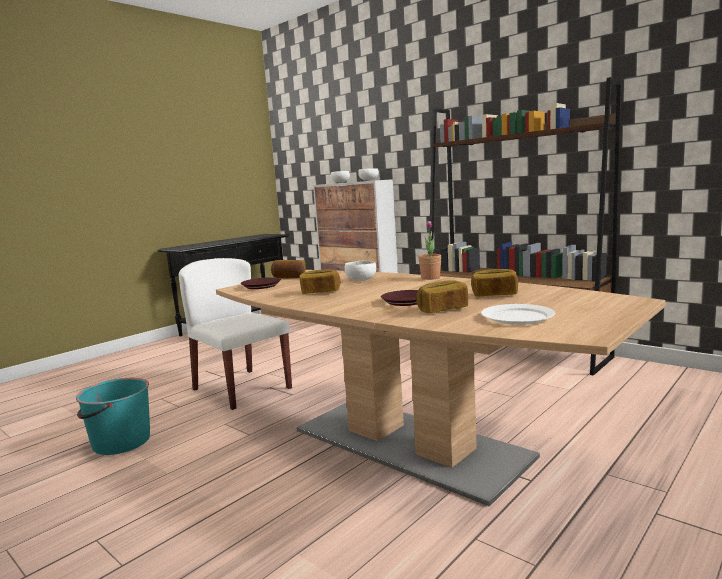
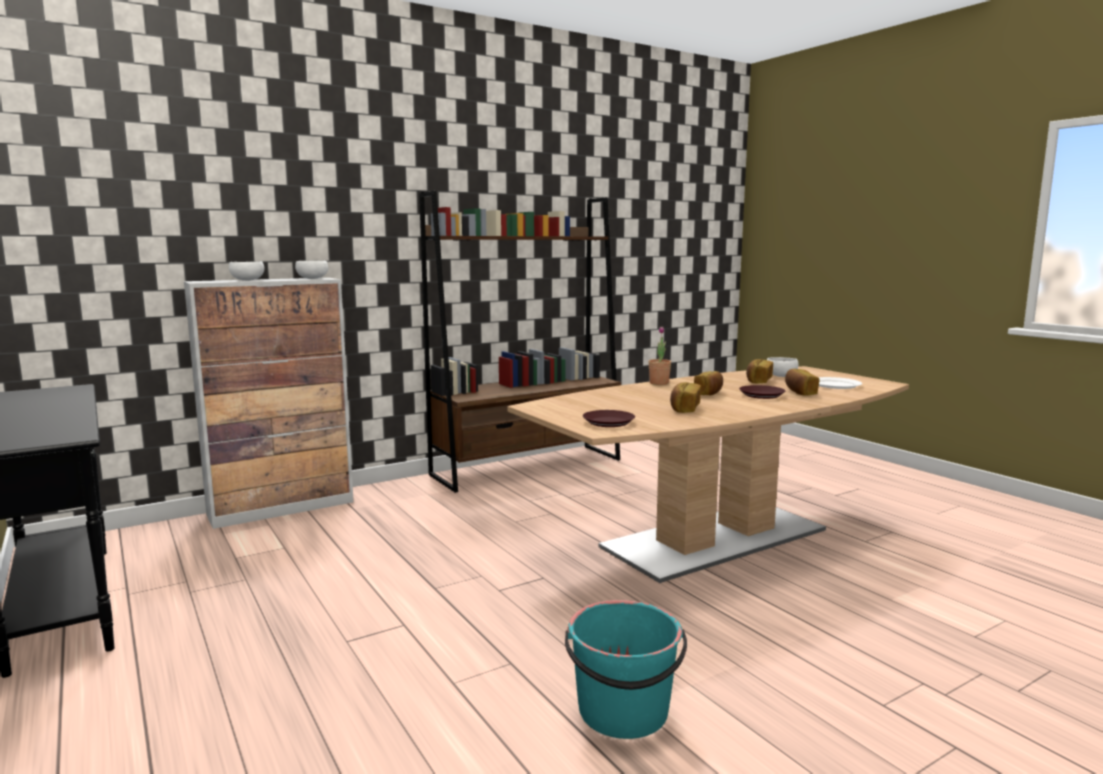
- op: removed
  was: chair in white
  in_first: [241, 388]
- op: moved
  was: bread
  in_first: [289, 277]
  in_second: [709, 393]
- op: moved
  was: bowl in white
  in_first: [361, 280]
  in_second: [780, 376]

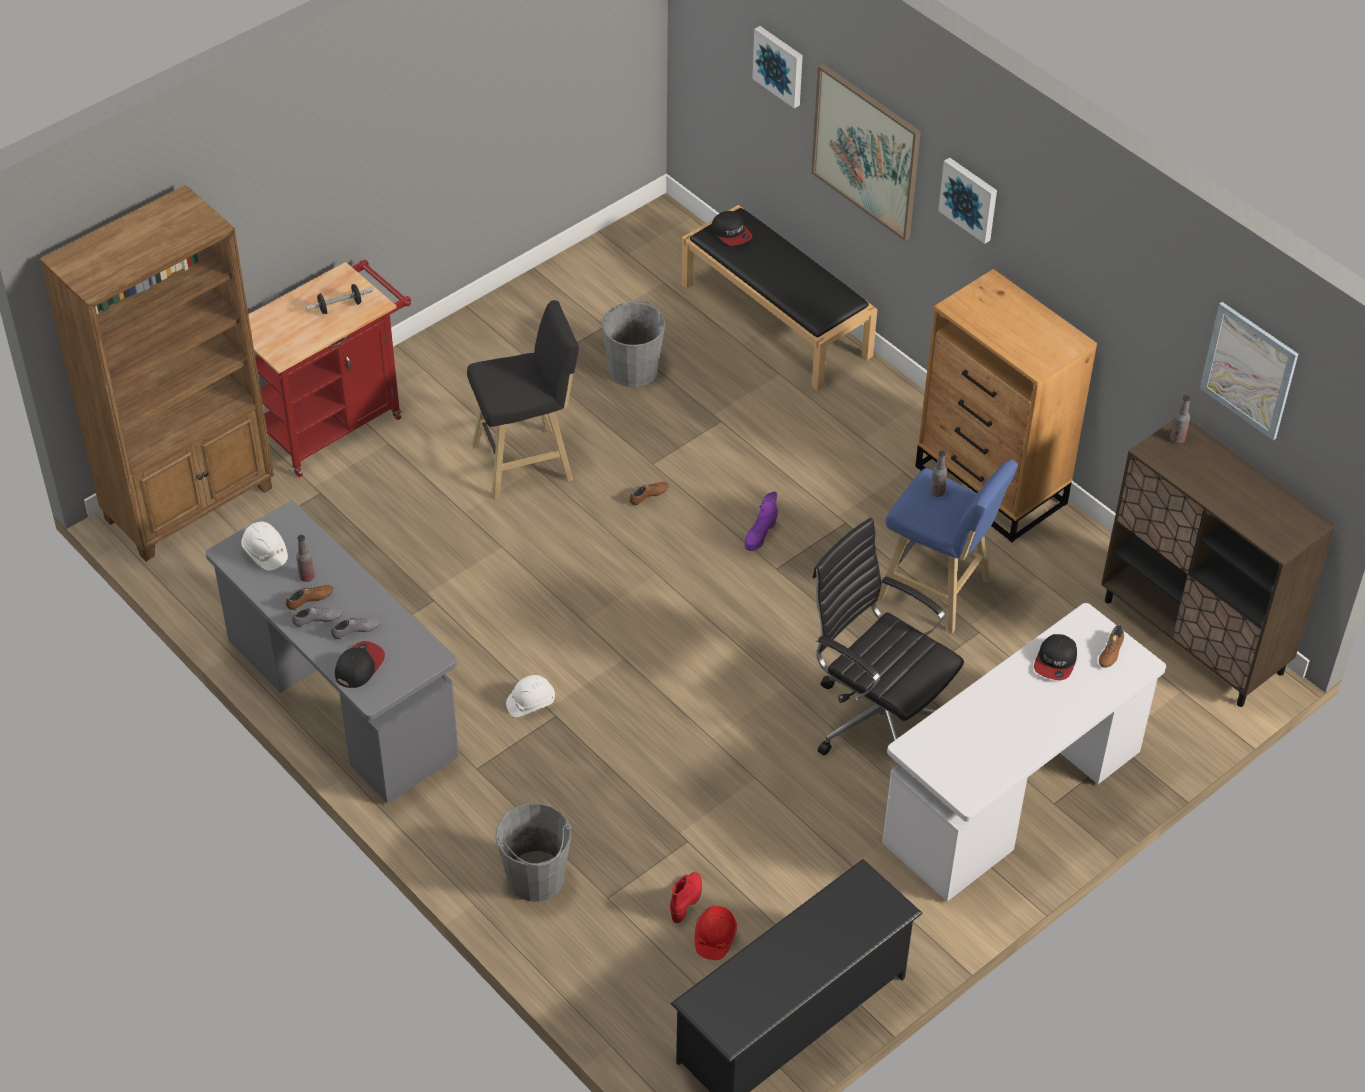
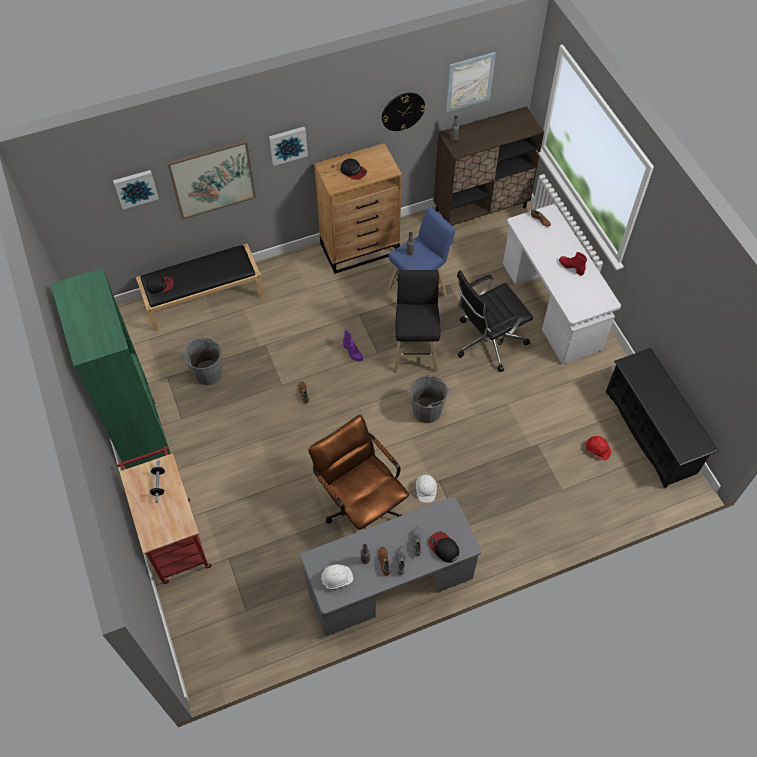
- op: removed
  was: bookcase in brown
  in_first: [191, 504]
- op: moved
  was: stool in black
  in_first: [527, 462]
  in_second: [415, 350]
- op: moved
  was: bucket in grey
  in_first: [535, 878]
  in_second: [427, 410]
- op: moved
  was: boot in red
  in_first: [686, 900]
  in_second: [571, 267]
- op: moved
  was: cap
  in_first: [1055, 661]
  in_second: [353, 171]
- op: added
  now: bookcase in green
  in_second: [139, 429]
- op: added
  now: office chair in brown
  in_second: [360, 504]
- op: added
  now: wall clock
  in_second: [403, 111]

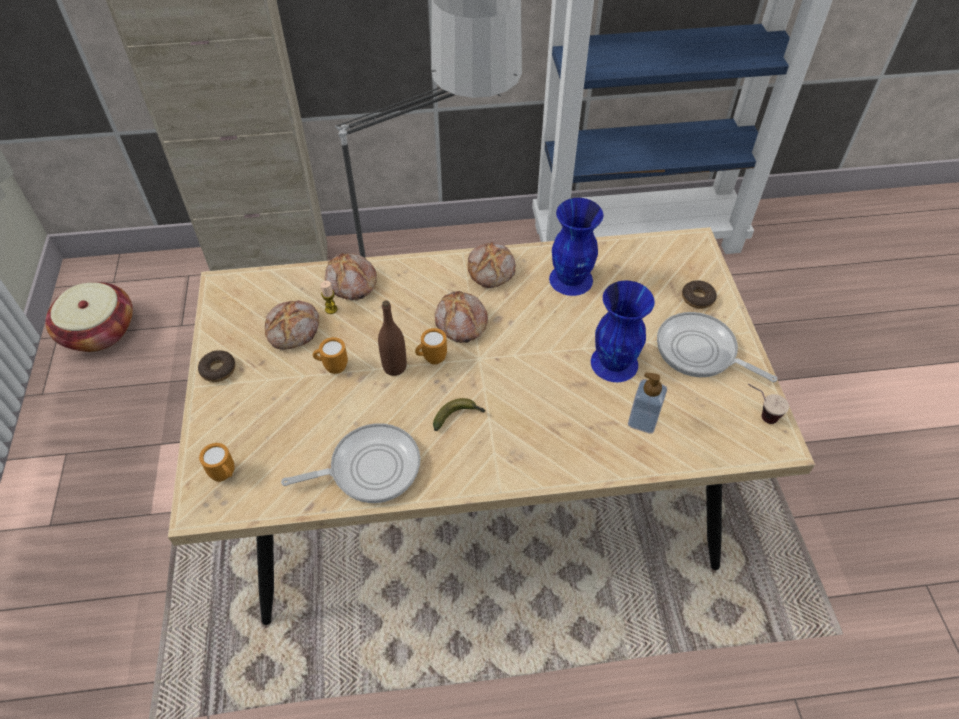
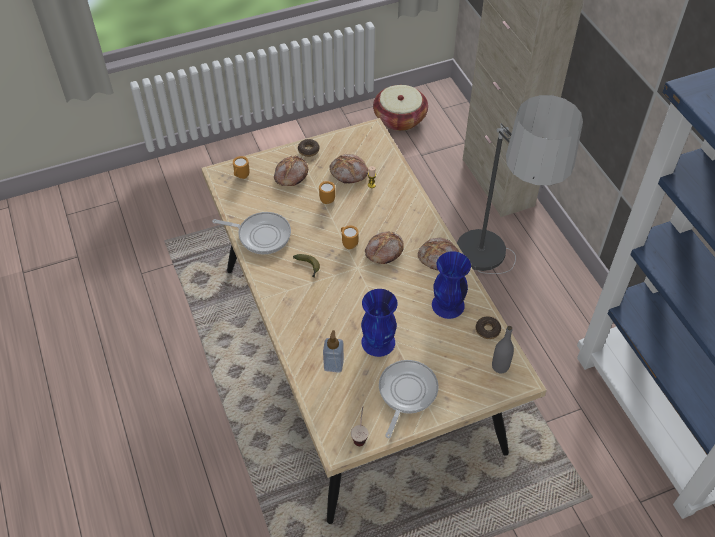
- op: turned
  was: frying pan
  in_first: [369, 468]
  in_second: [261, 235]
  clockwise: -45
- op: moved
  was: bread
  in_first: [350, 283]
  in_second: [290, 175]
- op: removed
  was: bottle in brown
  in_first: [394, 367]
- op: moved
  was: donut
  in_first: [697, 298]
  in_second: [487, 330]
- op: added
  now: bottle in grey
  in_second: [500, 366]

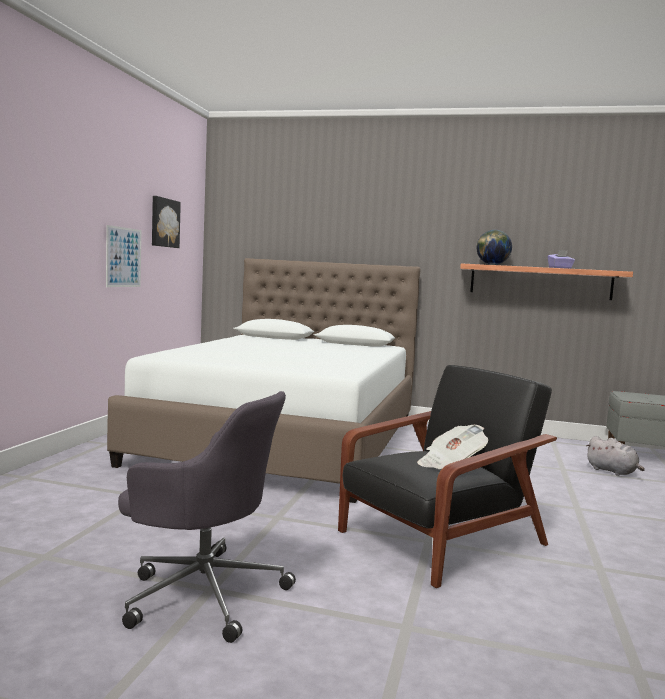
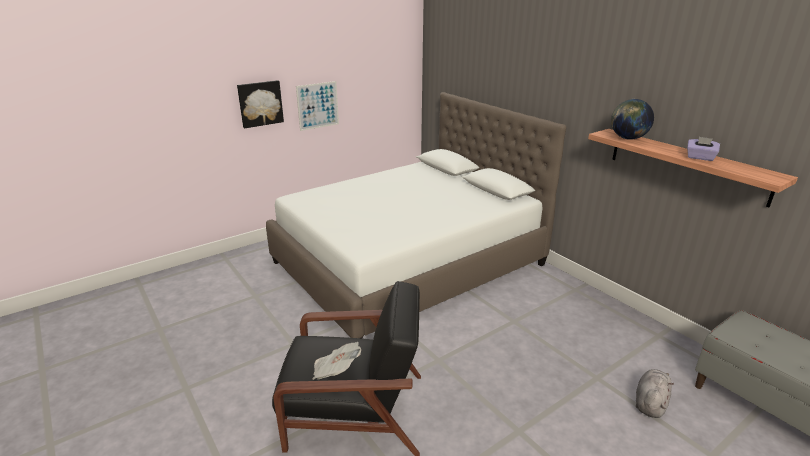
- op: removed
  was: office chair in grey
  in_first: [203, 592]
- op: moved
  was: picture
  in_first: [164, 222]
  in_second: [260, 103]
- op: turned
  was: plush toy in grey
  in_first: [613, 472]
  in_second: [650, 403]
  clockwise: -150

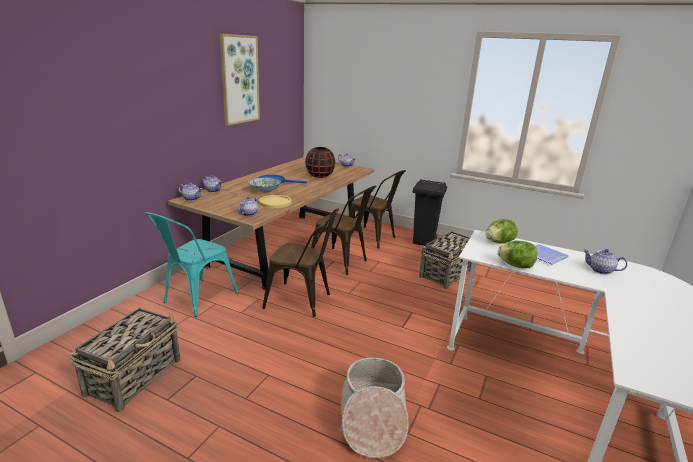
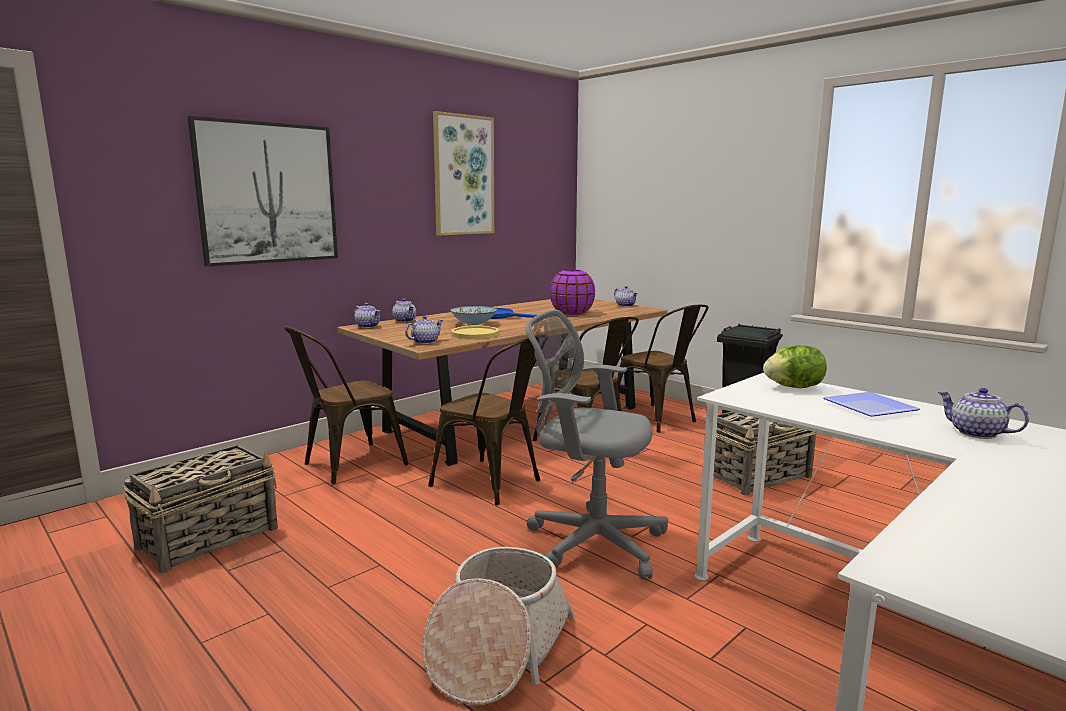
- op: recoloured
  was: chair in turquoise
  now: chair in brown
  in_first: [196, 299]
  in_second: [347, 465]
- op: recoloured
  was: vase in black
  now: vase in purple
  in_first: [320, 176]
  in_second: [572, 313]
- op: removed
  was: lettuce
  in_first: [516, 266]
- op: added
  now: picture
  in_second: [268, 193]
- op: added
  now: office chair in grey
  in_second: [590, 541]

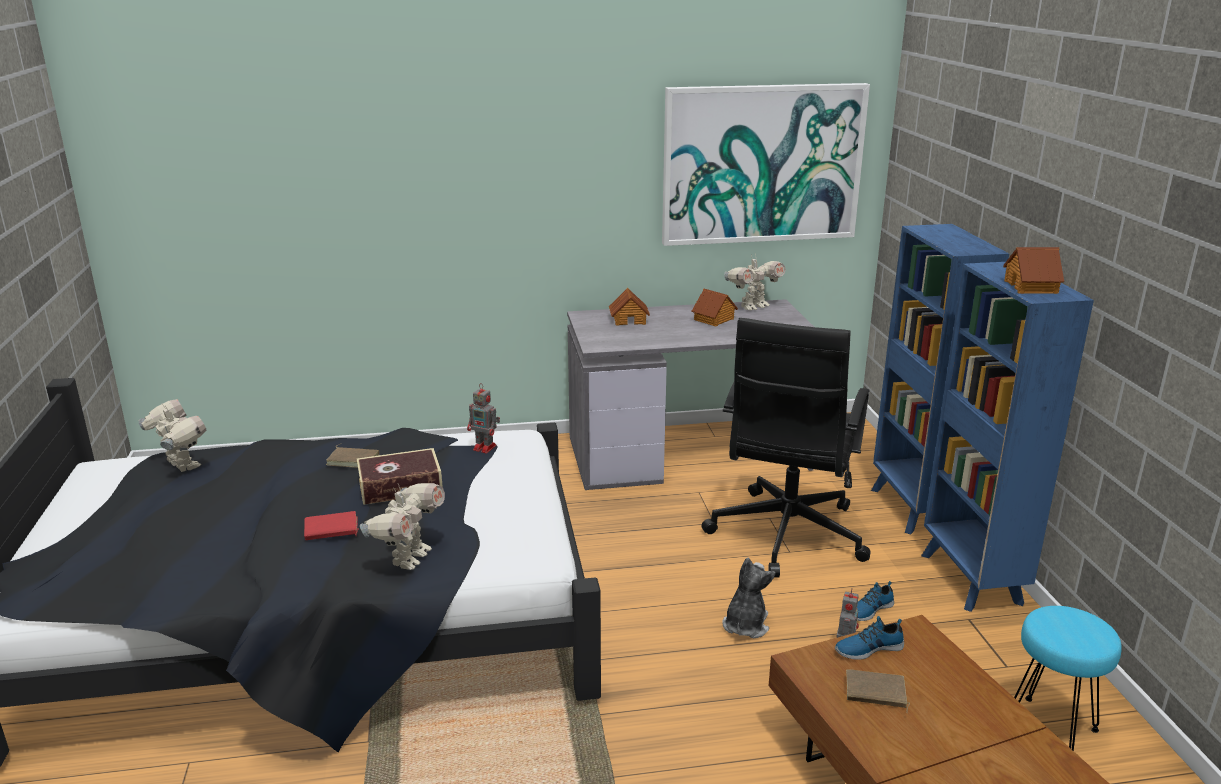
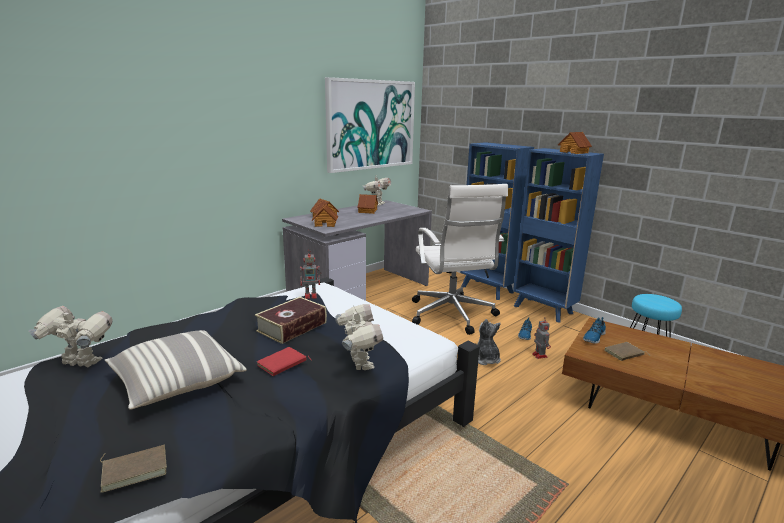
- op: moved
  was: book in brown
  in_first: [354, 459]
  in_second: [135, 469]
- op: recoloured
  was: office chair in black
  now: office chair in white
  in_first: [785, 536]
  in_second: [452, 315]
- op: added
  now: pillow
  in_second: [176, 382]
- op: added
  now: toy house
  in_second: [325, 224]

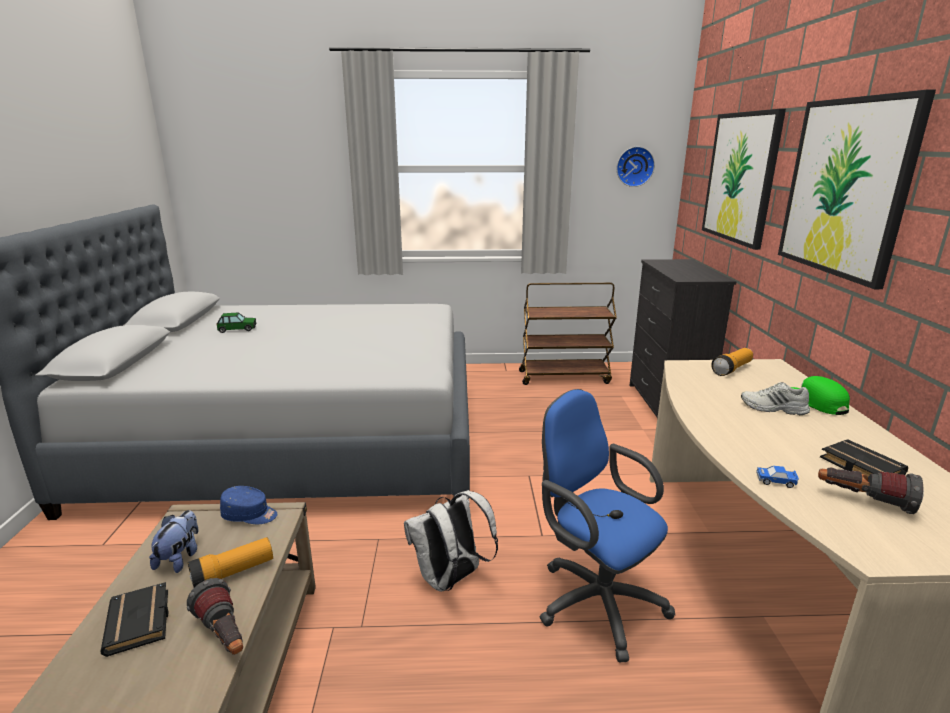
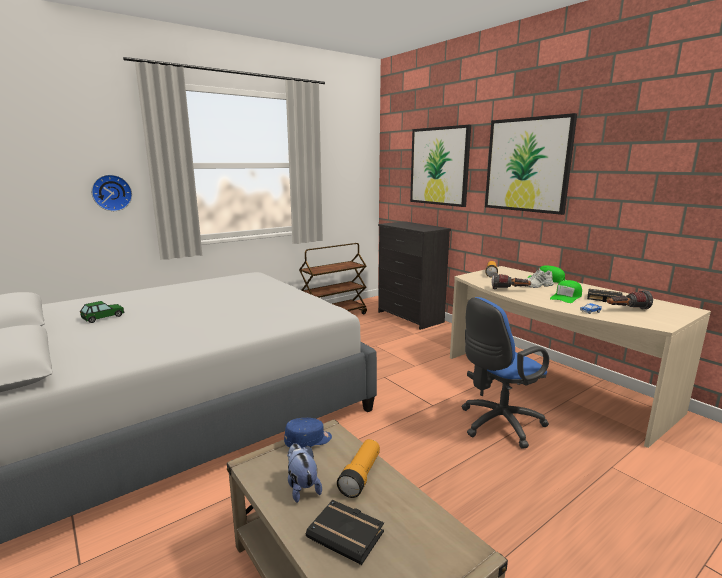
- op: moved
  was: flashlight
  in_first: [224, 636]
  in_second: [510, 290]
- op: removed
  was: backpack in white
  in_first: [450, 579]
- op: turned
  was: office chair in blue
  in_first: [594, 599]
  in_second: [497, 425]
  clockwise: -45
- op: moved
  was: wall clock
  in_first: [634, 166]
  in_second: [111, 192]
- op: added
  now: cap in green
  in_second: [566, 297]

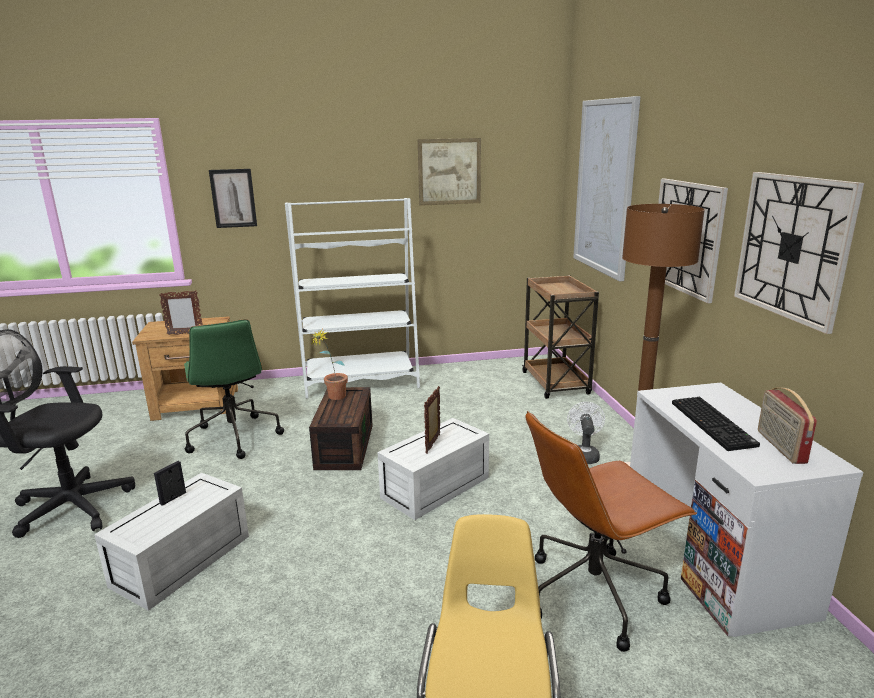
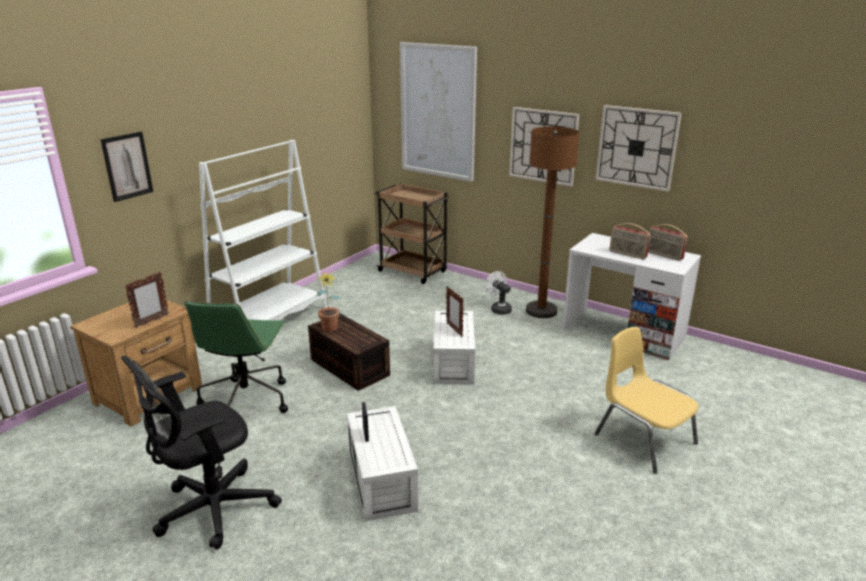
- op: turned
  was: office chair in green
  in_first: [233, 437]
  in_second: [246, 400]
  clockwise: 75
- op: removed
  was: picture
  in_first: [449, 171]
- op: removed
  was: office chair in brown
  in_first: [594, 593]
- op: replaced
  was: keyboard
  now: radio
  in_first: [714, 424]
  in_second: [627, 254]

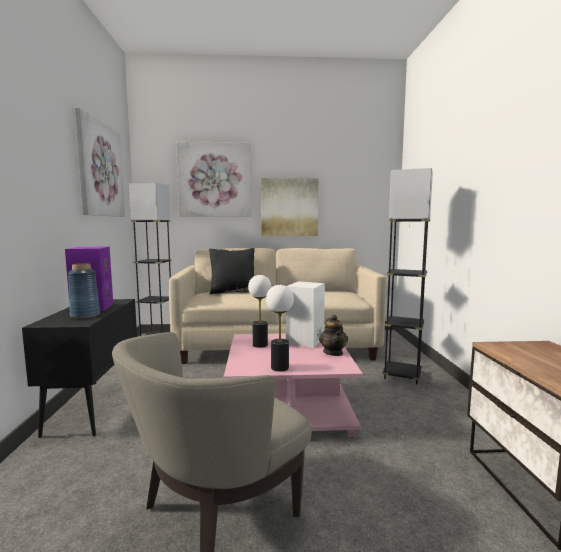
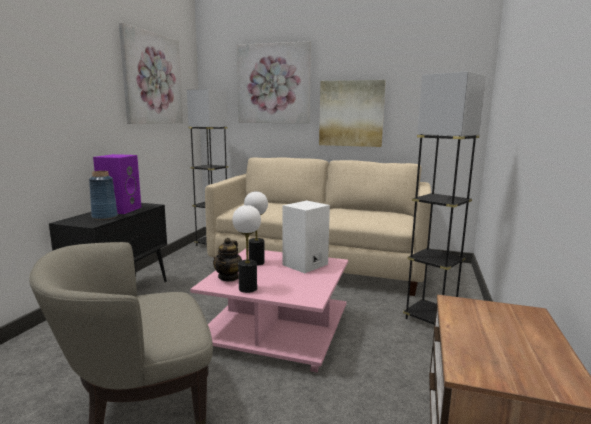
- op: removed
  was: pillow in black
  in_first: [233, 292]
- op: moved
  was: teapot
  in_first: [333, 352]
  in_second: [229, 277]

